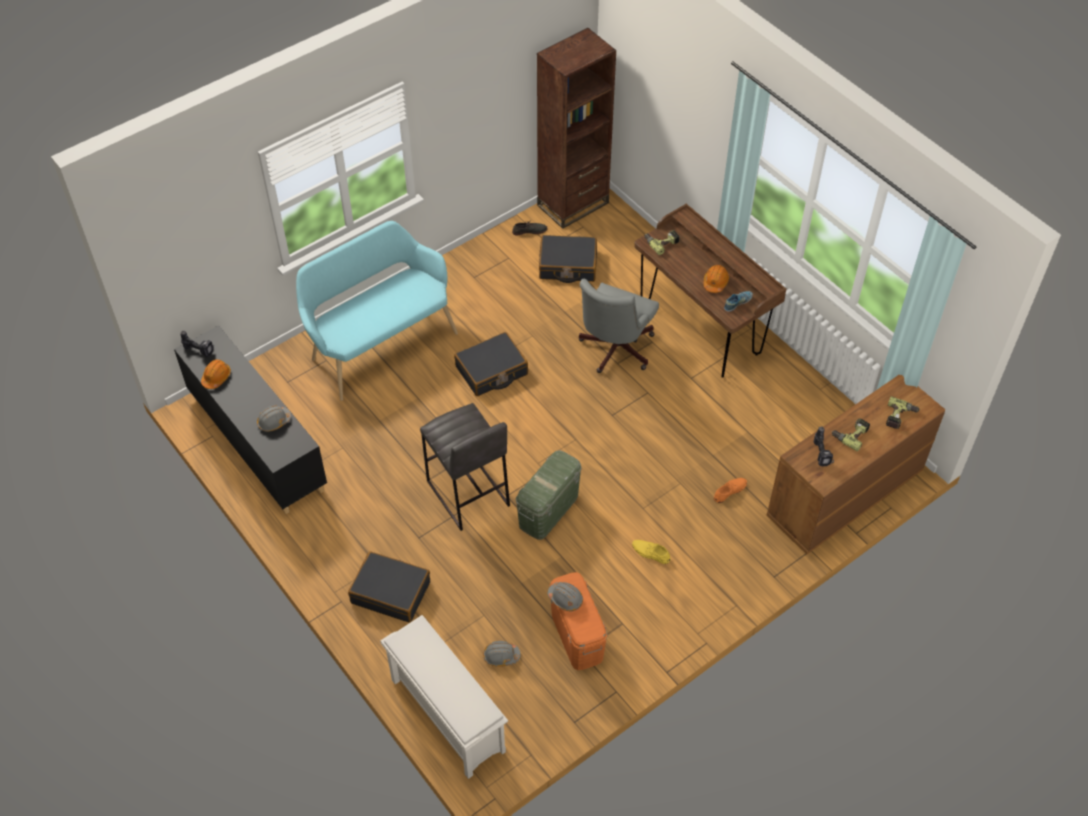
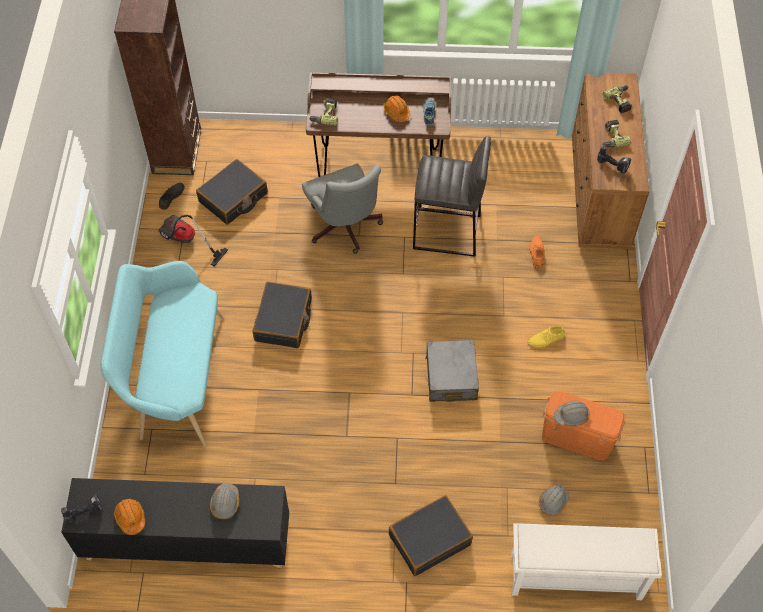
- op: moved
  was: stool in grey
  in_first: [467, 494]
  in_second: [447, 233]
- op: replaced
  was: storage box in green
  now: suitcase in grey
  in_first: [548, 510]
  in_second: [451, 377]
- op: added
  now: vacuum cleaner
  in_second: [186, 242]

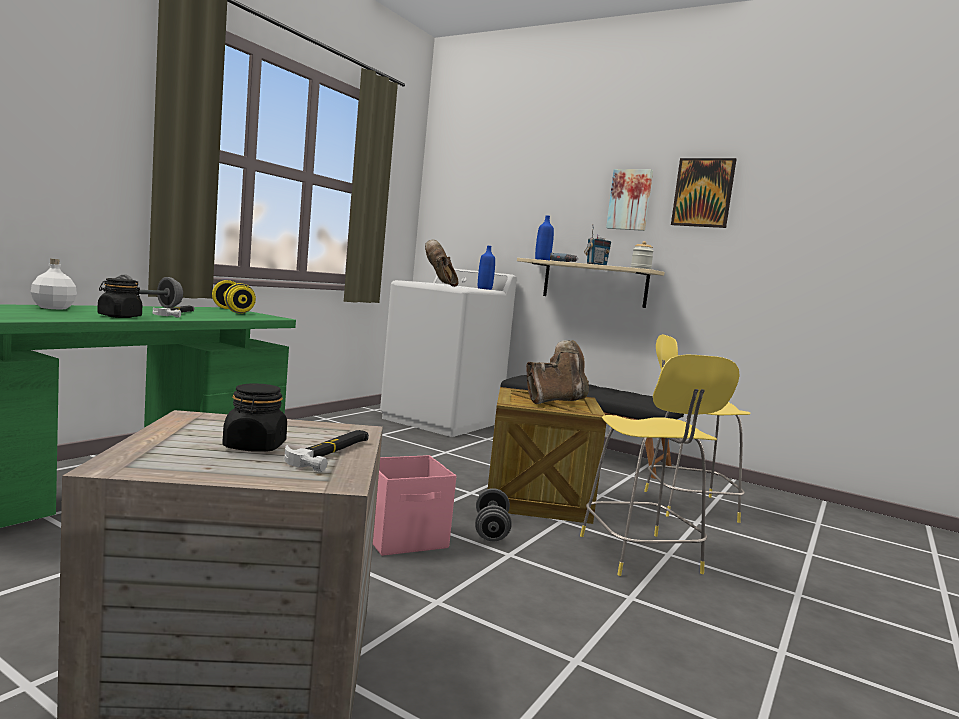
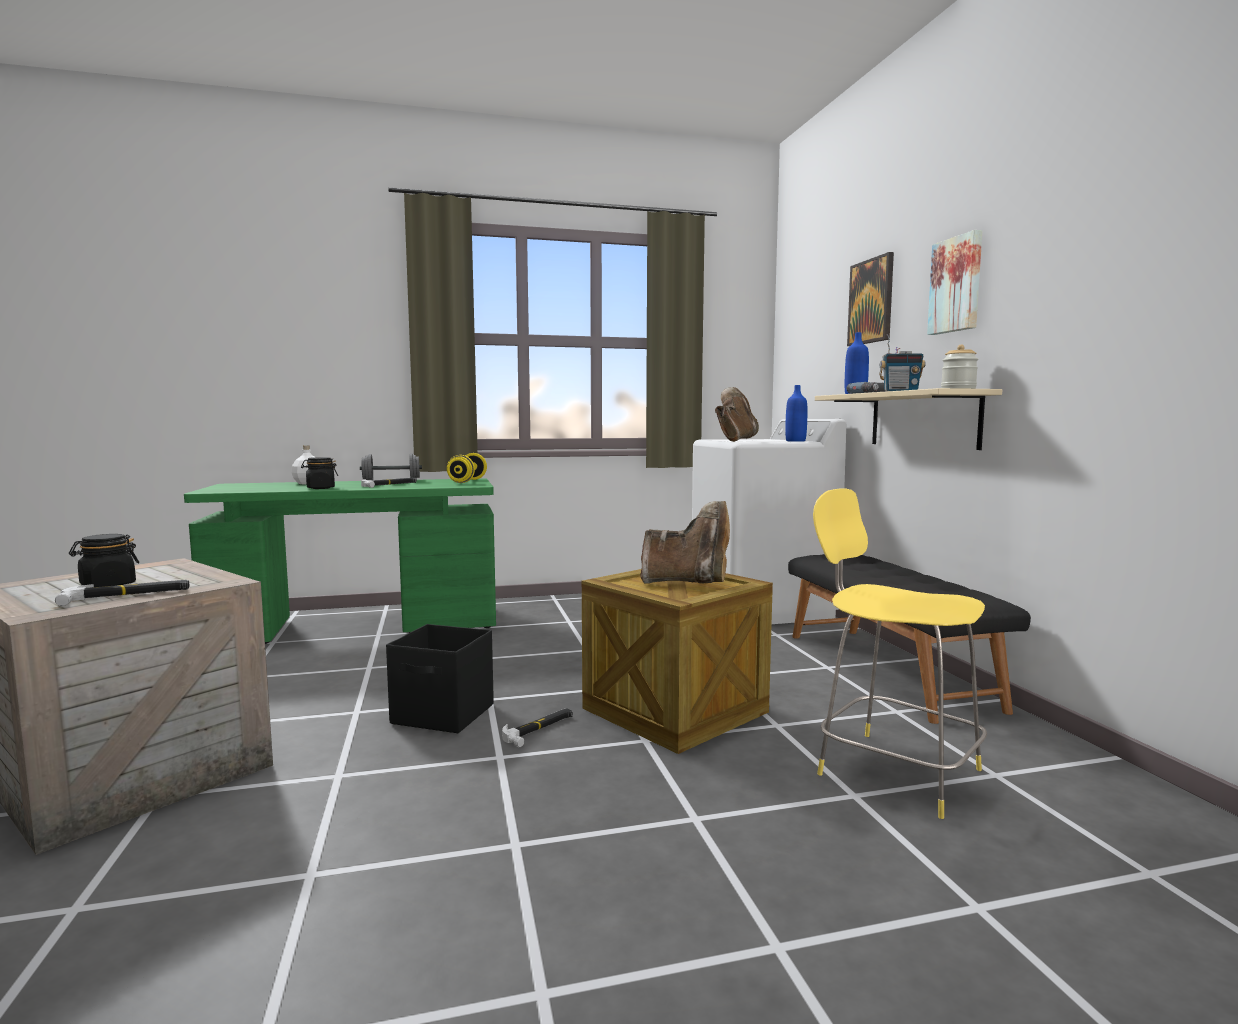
- op: recoloured
  was: storage box in pink
  now: storage box in black
  in_first: [404, 538]
  in_second: [444, 714]
- op: replaced
  was: dumbbell in grey
  now: hammer
  in_first: [491, 530]
  in_second: [539, 729]
- op: removed
  was: stool in yellow
  in_first: [641, 556]
- op: moved
  was: picture
  in_first: [703, 193]
  in_second: [871, 301]

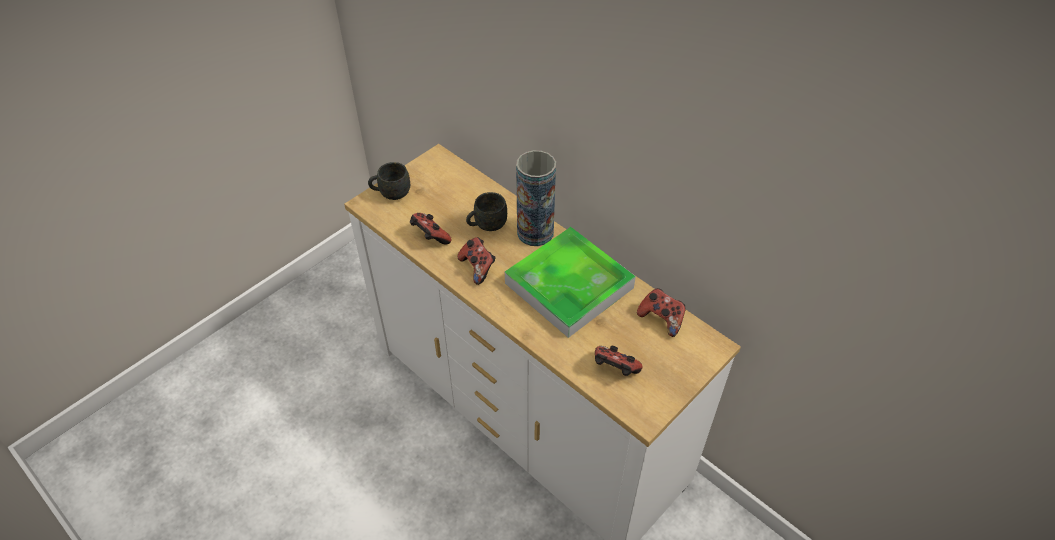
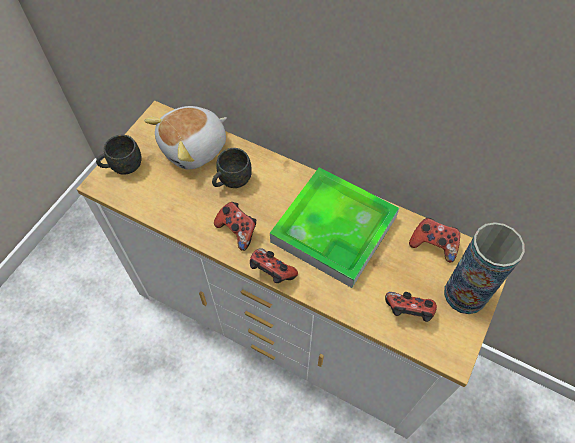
- op: moved
  was: game controller
  in_first: [430, 237]
  in_second: [272, 273]
- op: moved
  was: vase
  in_first: [535, 232]
  in_second: [465, 294]
- op: added
  now: plush toy
  in_second: [195, 148]

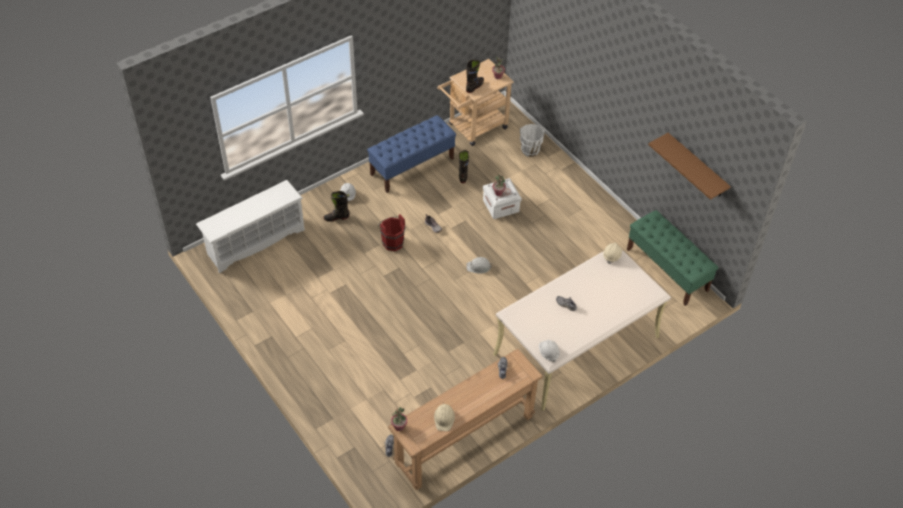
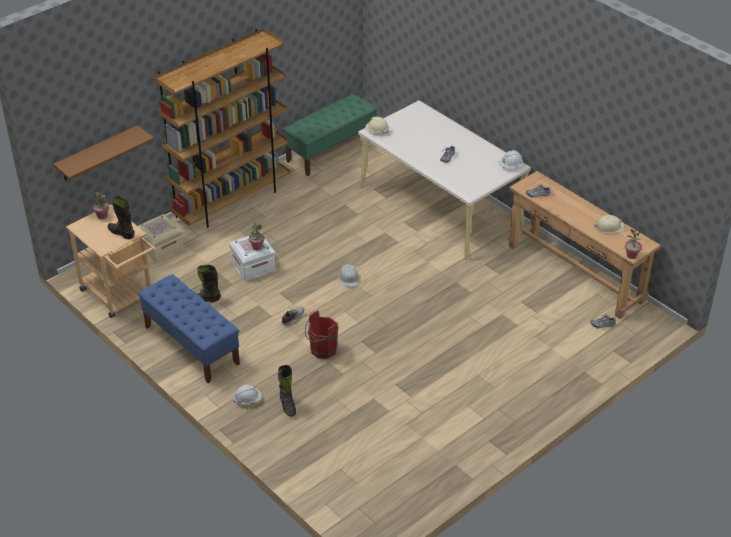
- op: removed
  was: shoe rack in white
  in_first: [255, 241]
- op: replaced
  was: bucket in white
  now: storage box in beige
  in_first: [530, 150]
  in_second: [161, 248]
- op: moved
  was: shelf in brown
  in_first: [696, 166]
  in_second: [97, 154]
- op: added
  now: bookcase in brown
  in_second: [231, 201]

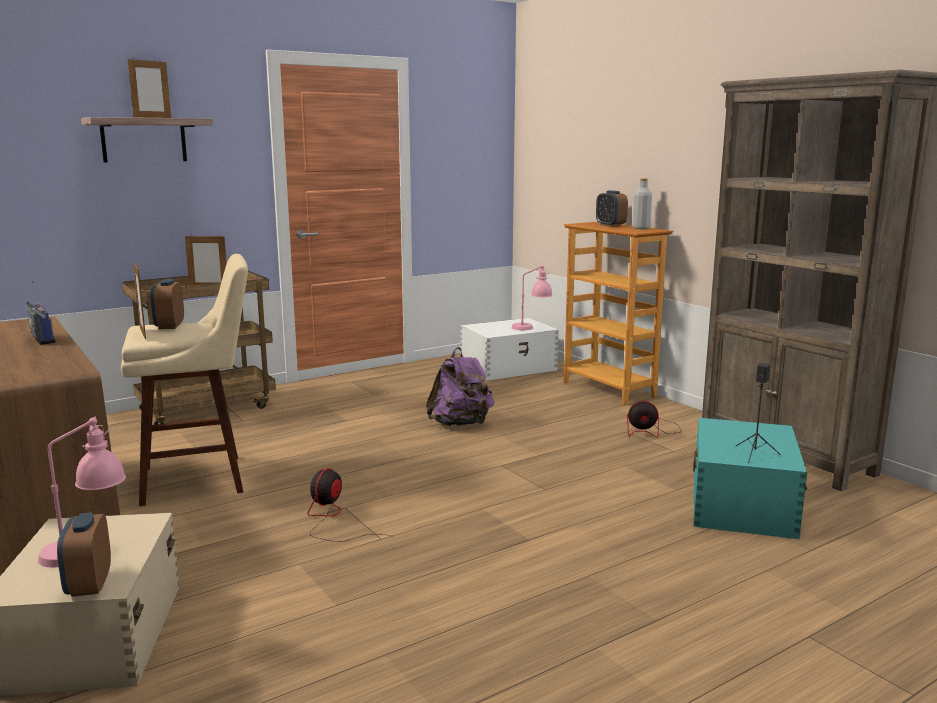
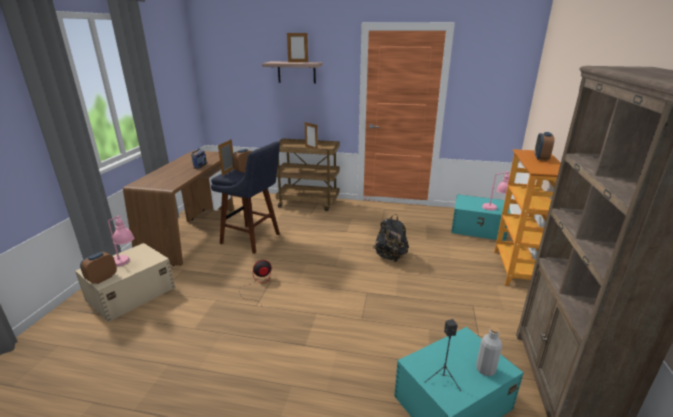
- op: recoloured
  was: stool in beige
  now: stool in blue
  in_first: [201, 479]
  in_second: [253, 239]
- op: recoloured
  was: backpack in purple
  now: backpack in black
  in_first: [461, 424]
  in_second: [390, 256]
- op: recoloured
  was: storage box in white
  now: storage box in turquoise
  in_first: [509, 367]
  in_second: [478, 228]
- op: removed
  was: fan
  in_first: [651, 431]
- op: moved
  was: bottle in grey
  in_first: [641, 228]
  in_second: [485, 369]

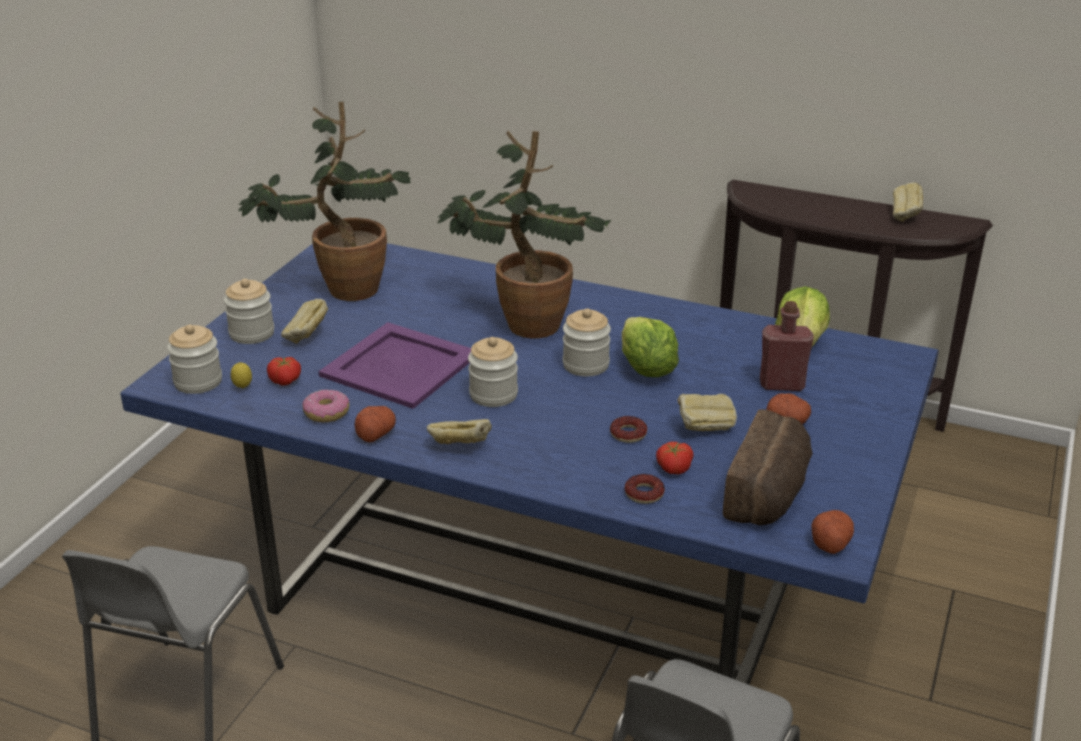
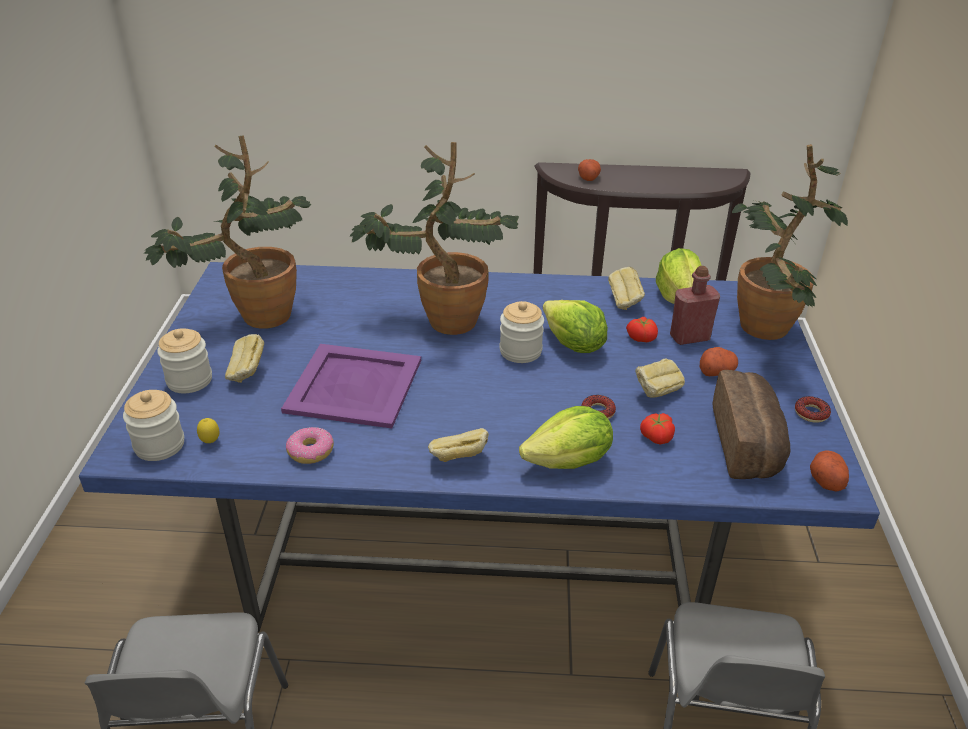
- op: moved
  was: tomato
  in_first: [286, 380]
  in_second: [641, 337]
- op: moved
  was: potato
  in_first: [375, 433]
  in_second: [588, 177]
- op: removed
  was: jar
  in_first: [493, 395]
- op: moved
  was: donut
  in_first: [644, 493]
  in_second: [811, 413]
- op: moved
  was: bread
  in_first: [905, 216]
  in_second: [624, 302]
- op: added
  now: lettuce
  in_second: [569, 462]
- op: added
  now: potted plant
  in_second: [762, 333]

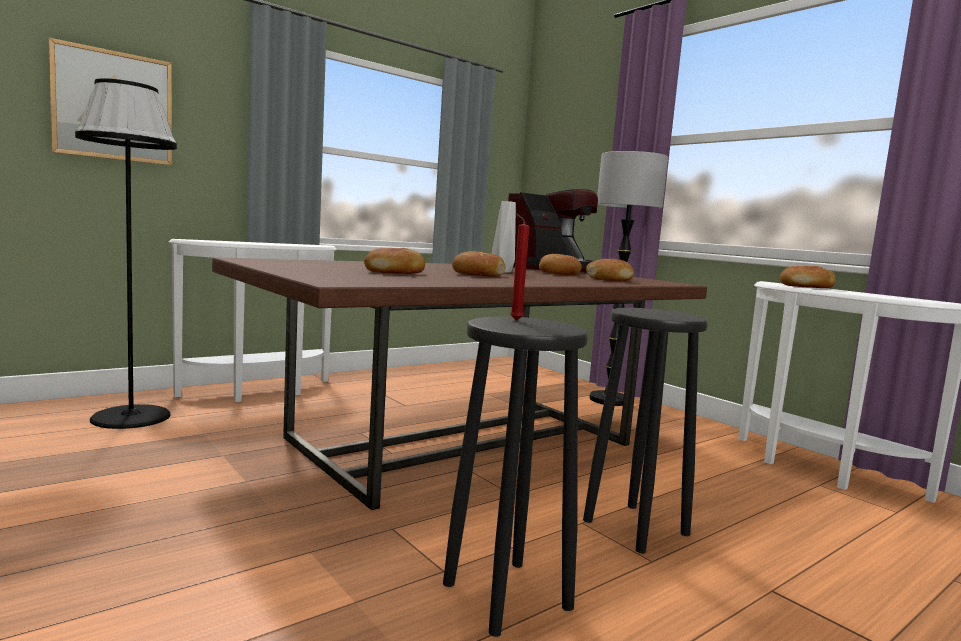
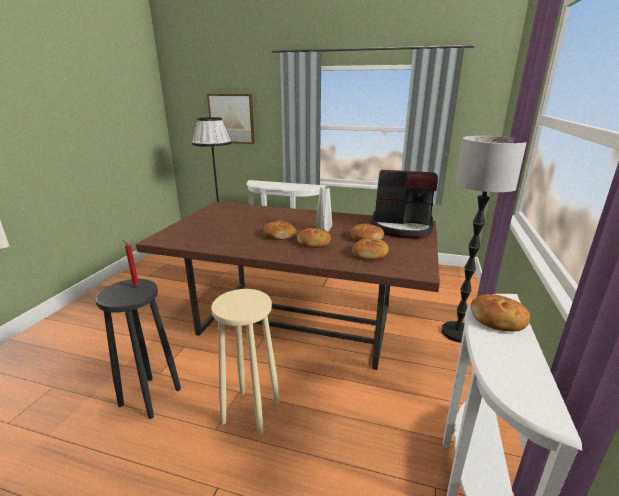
- op: moved
  was: bread
  in_first: [395, 272]
  in_second: [314, 243]
- op: recoloured
  was: stool in black
  now: stool in beige
  in_first: [634, 527]
  in_second: [250, 411]

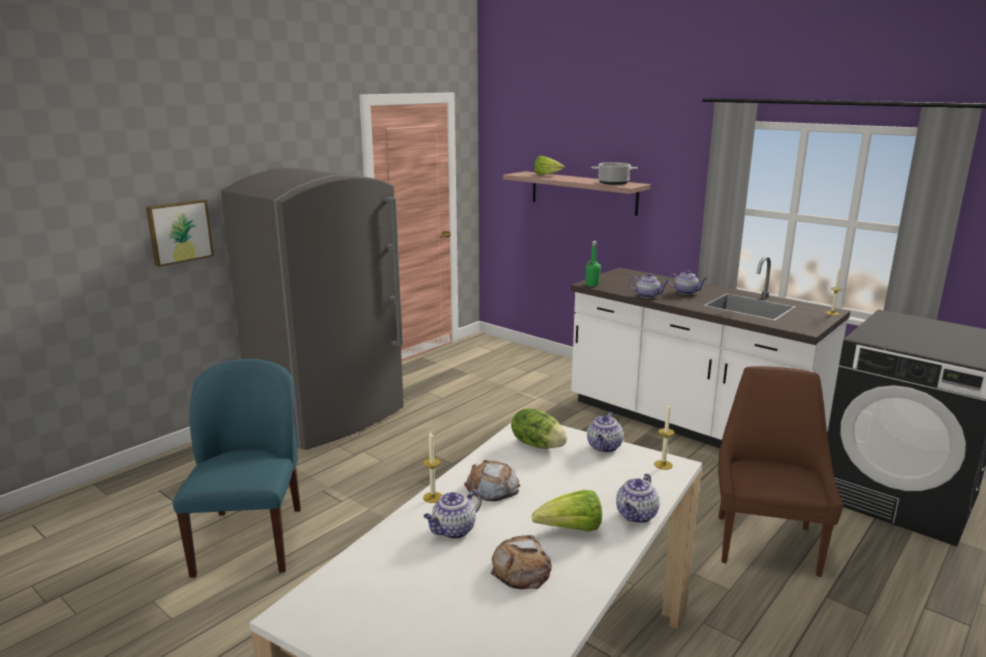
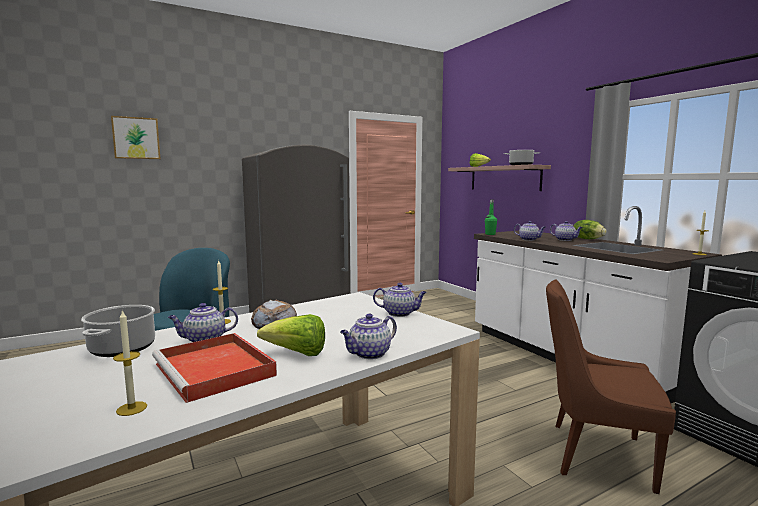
- op: moved
  was: picture
  in_first: [179, 231]
  in_second: [136, 138]
- op: replaced
  was: bread
  now: tray in red
  in_first: [522, 569]
  in_second: [216, 370]
- op: moved
  was: lettuce
  in_first: [538, 444]
  in_second: [588, 239]
- op: turned
  was: teapot
  in_first: [604, 447]
  in_second: [400, 313]
  clockwise: -120
- op: moved
  was: candle
  in_first: [663, 465]
  in_second: [131, 408]
- op: turned
  was: chair in brown
  in_first: [766, 542]
  in_second: [595, 454]
  clockwise: -105
- op: added
  now: cooking pot
  in_second: [122, 349]

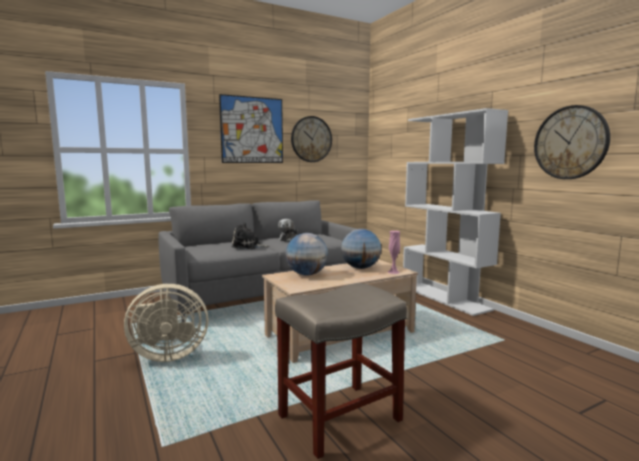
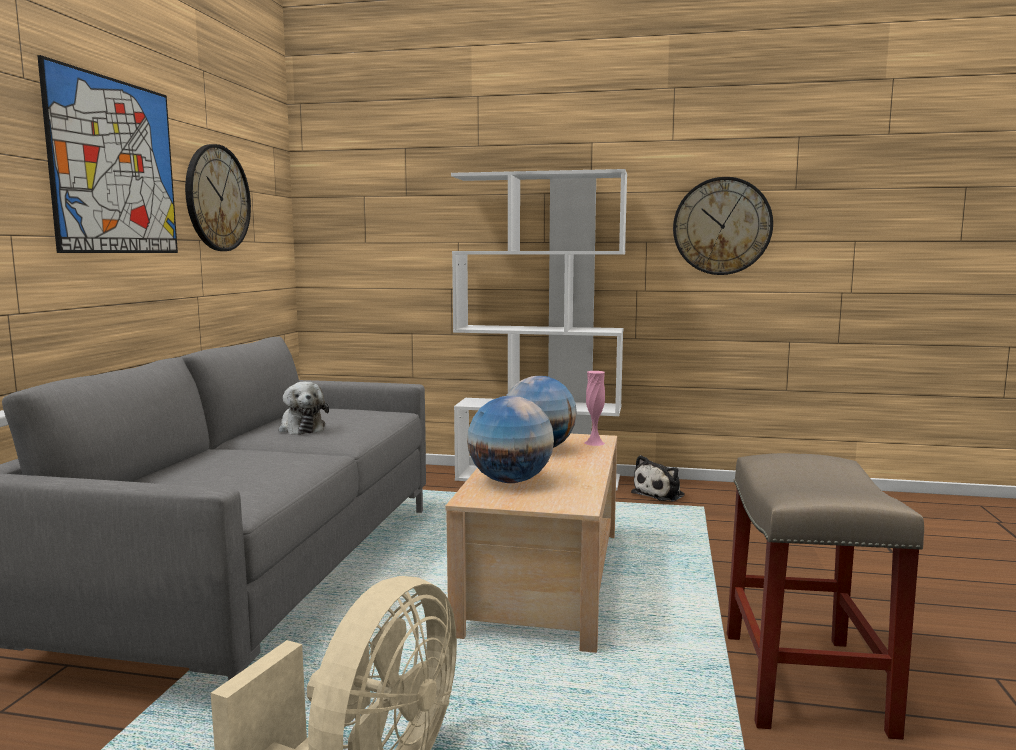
- op: moved
  was: plush toy
  in_first: [248, 246]
  in_second: [660, 494]

